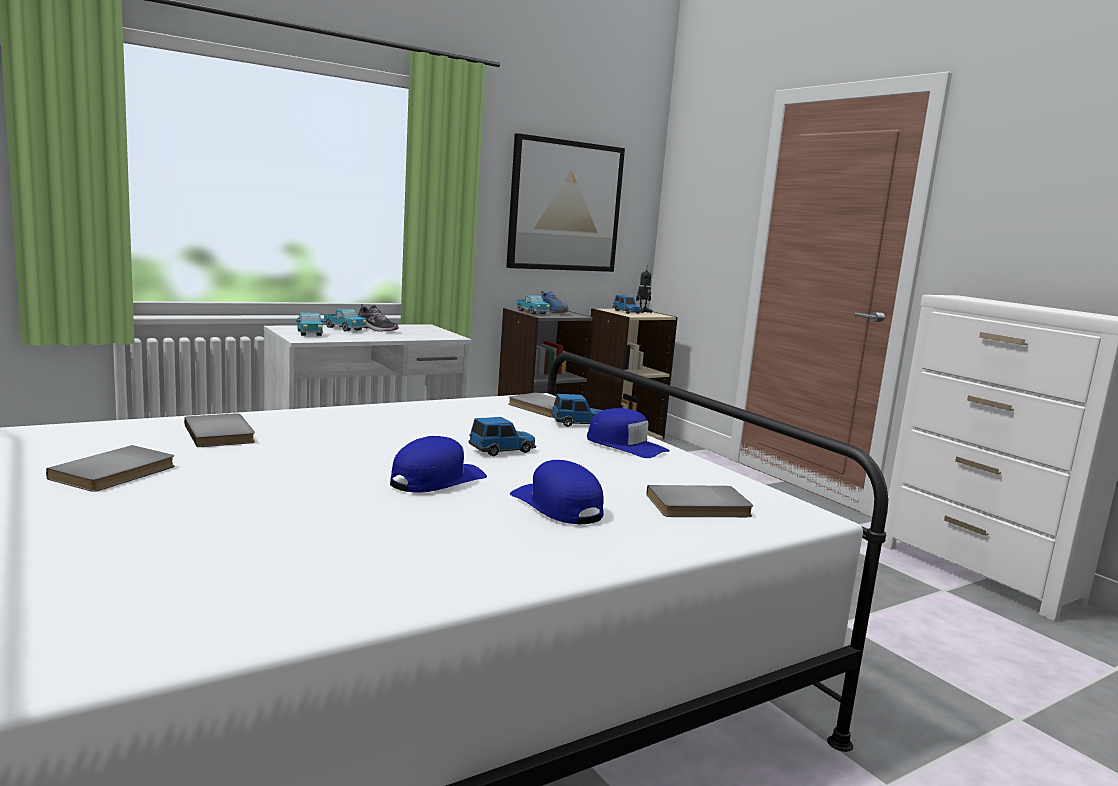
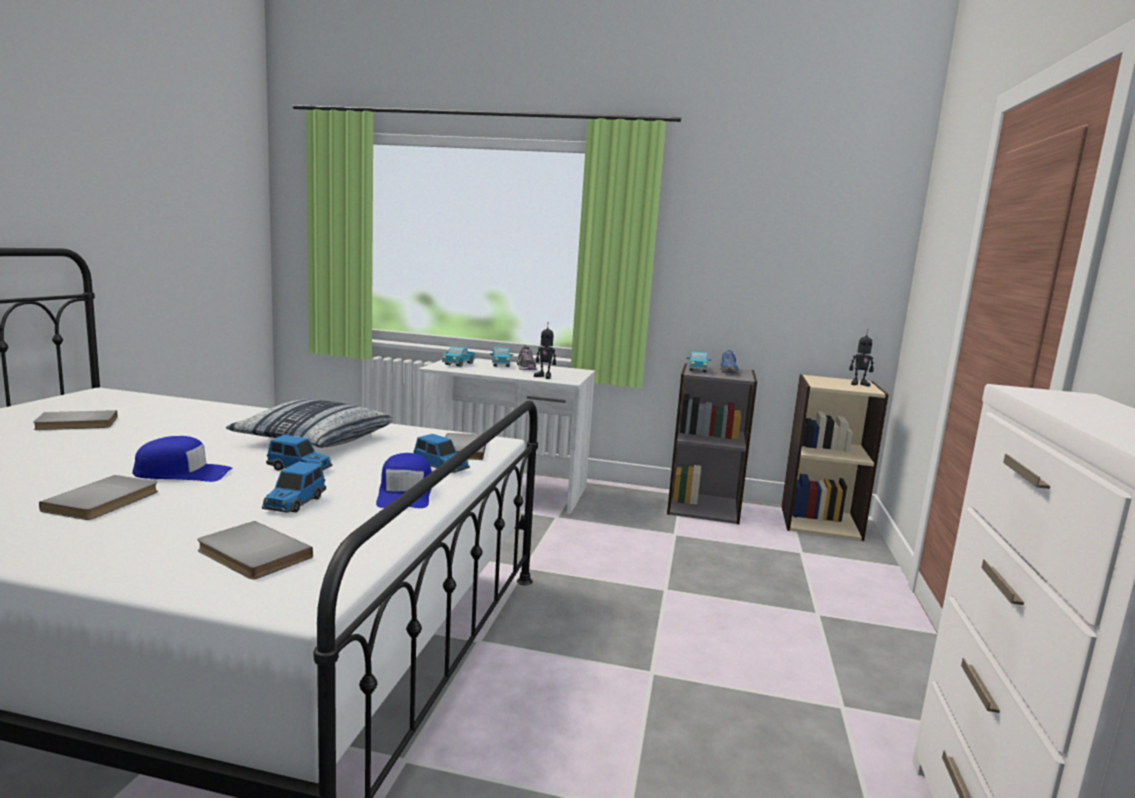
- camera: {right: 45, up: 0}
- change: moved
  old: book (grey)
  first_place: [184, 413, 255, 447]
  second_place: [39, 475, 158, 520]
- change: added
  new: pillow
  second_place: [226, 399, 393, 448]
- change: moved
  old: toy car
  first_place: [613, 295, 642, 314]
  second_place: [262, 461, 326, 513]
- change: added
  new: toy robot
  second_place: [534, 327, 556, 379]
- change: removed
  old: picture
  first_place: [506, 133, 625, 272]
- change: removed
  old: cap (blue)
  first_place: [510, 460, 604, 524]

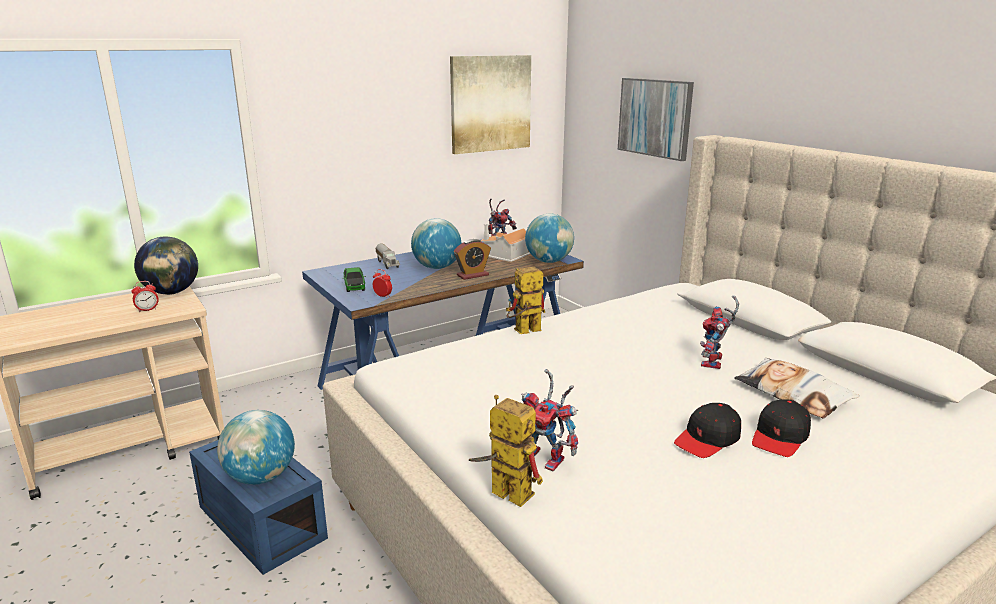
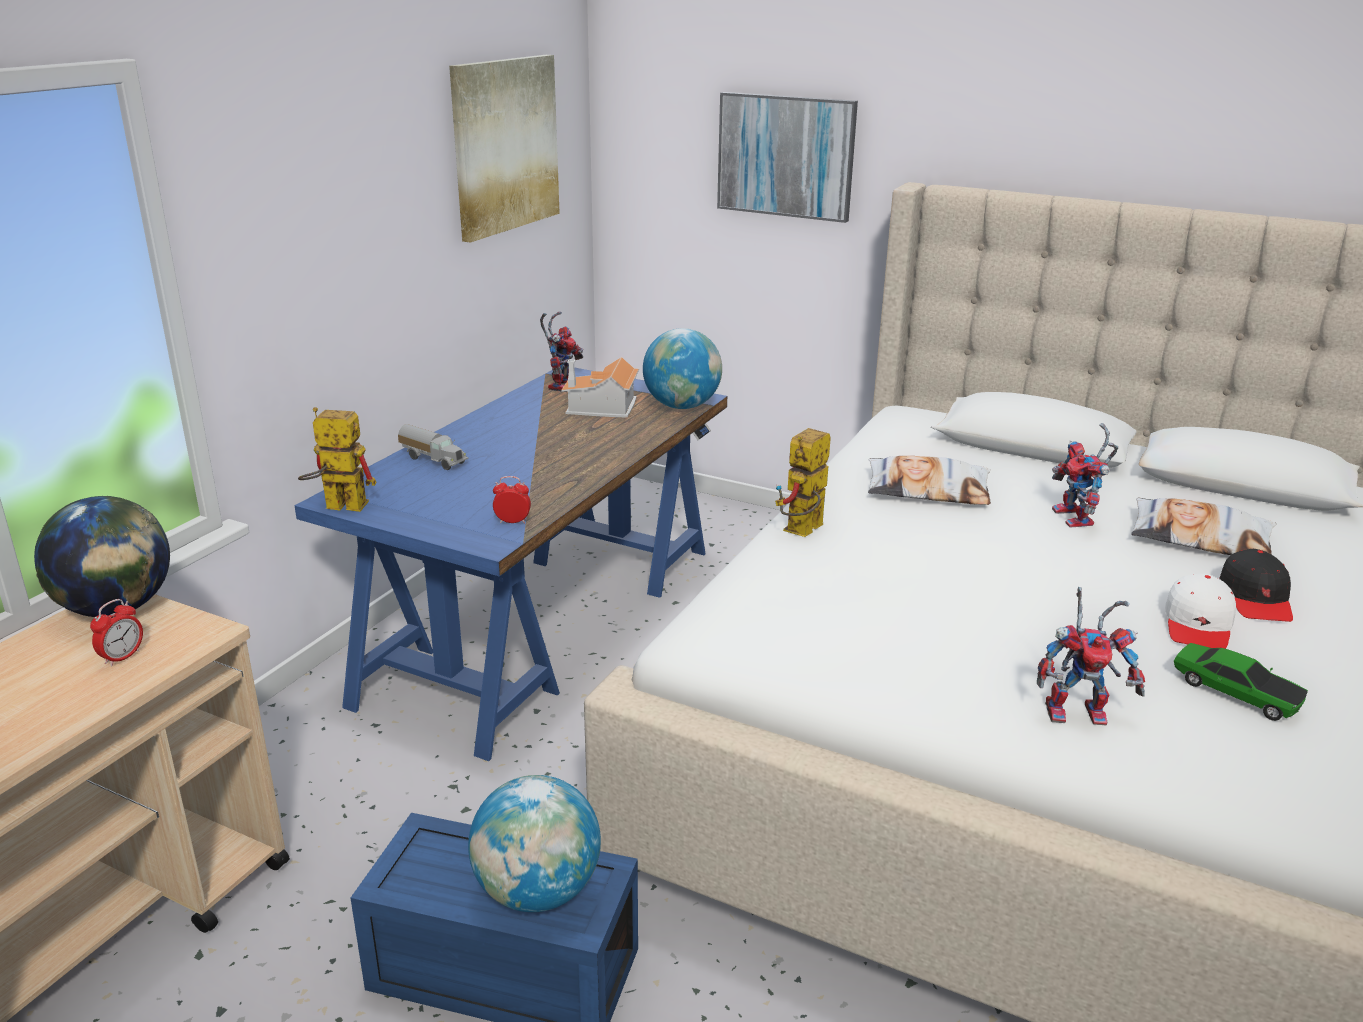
- camera: {right: -30, up: 5}
- change: moved
  old: toy robot
  first_place: [469, 395, 543, 507]
  second_place: [298, 407, 377, 512]
- change: added
  new: pillow
  second_place: [868, 456, 991, 505]
- change: recoloured
  old: cap (black)
  new: cap (white)
  first_place: [674, 403, 741, 458]
  second_place: [1165, 573, 1236, 649]
- change: moved
  old: toy car
  first_place: [343, 267, 366, 292]
  second_place: [1174, 643, 1308, 721]
- change: removed
  old: globe
  first_place: [411, 218, 461, 269]
- change: removed
  old: alarm clock
  first_place: [454, 239, 491, 280]

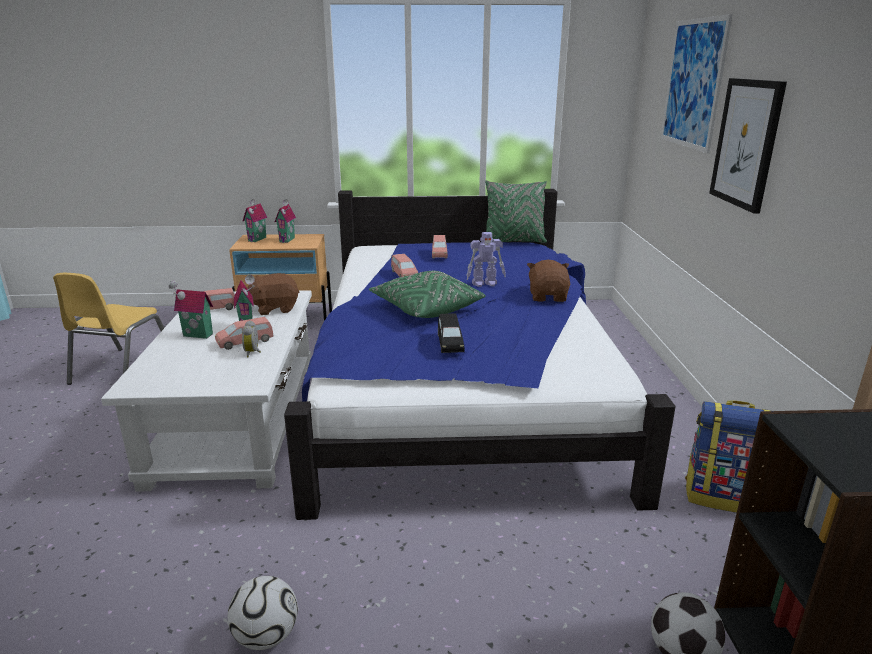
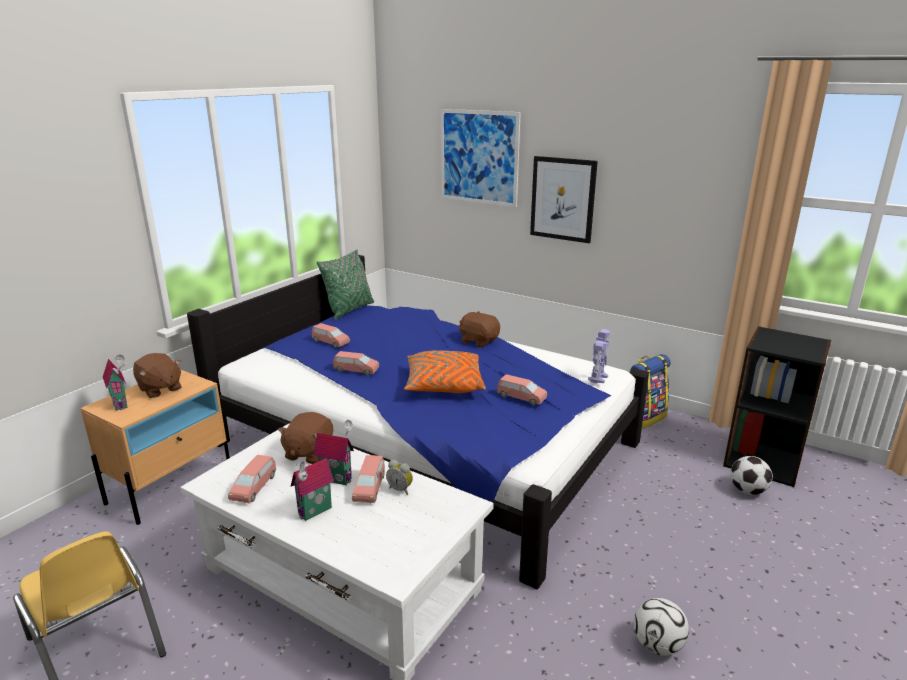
- camera: {right: -55, up: 0}
- change: replaced
  old: toy house
  new: plush toy (brown)
  first_place: [275, 199, 296, 243]
  second_place: [133, 353, 182, 398]
- change: recoloured
  old: pillow (green)
  new: pillow (orange)
  first_place: [369, 271, 486, 318]
  second_place: [404, 351, 486, 393]
- change: recoloured
  old: toy car (black)
  new: toy car (pink)
  first_place: [438, 313, 465, 353]
  second_place: [497, 374, 547, 405]
- change: moved
  old: toy robot
  first_place: [467, 232, 506, 287]
  second_place: [588, 329, 610, 384]

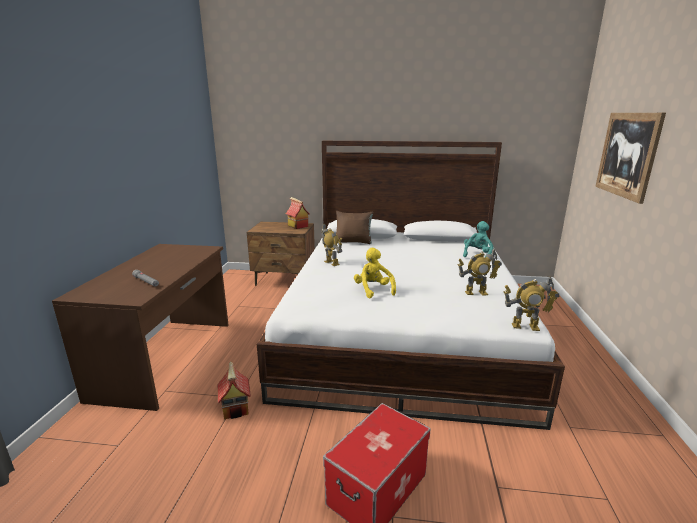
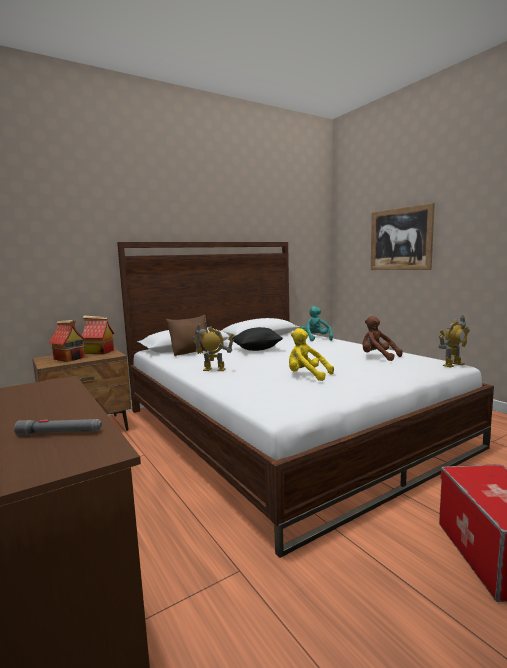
- camera: {right: -40, up: -10}
- change: moved
  old: toy house
  first_place: [217, 361, 251, 419]
  second_place: [48, 320, 85, 362]
- change: added
  new: pillow (black)
  second_place: [231, 327, 283, 351]
- change: replaced
  old: toy robot
  new: plush toy (brown)
  first_place: [457, 248, 502, 295]
  second_place: [362, 316, 402, 361]

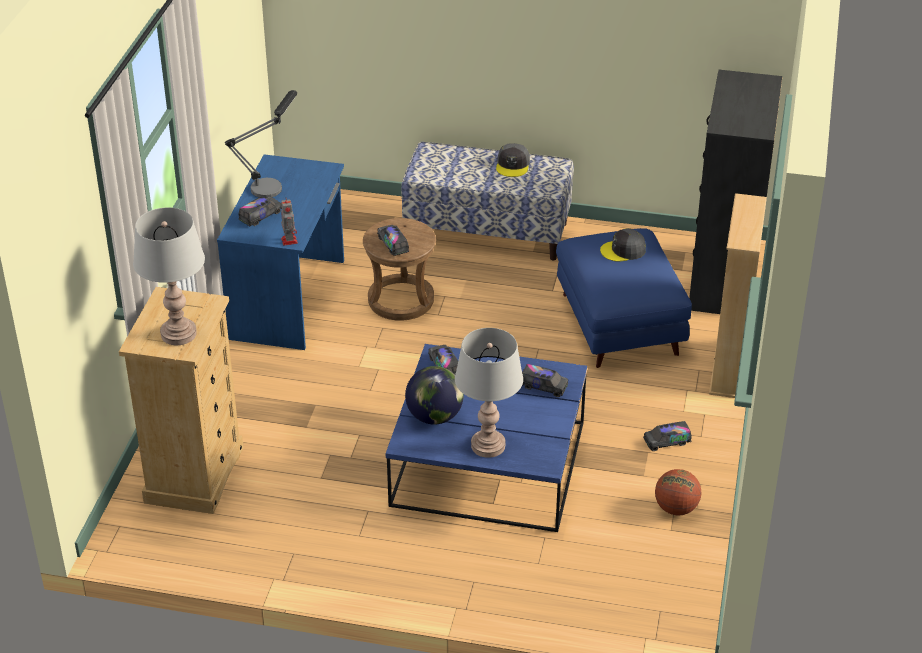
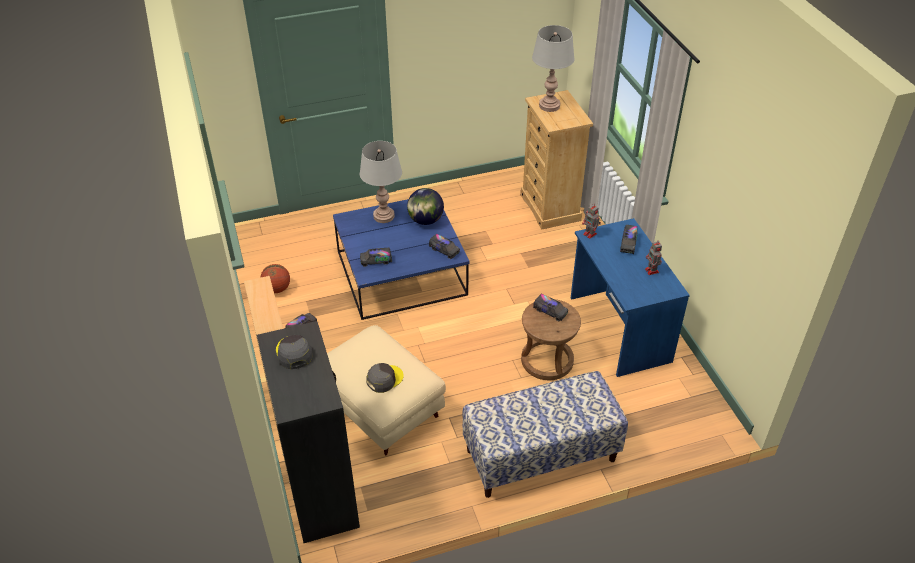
- camera: {right: 150, up: 5}
- change: moved
  old: cap (grey)
  first_place: [496, 143, 530, 177]
  second_place: [276, 335, 313, 369]
- change: recoloured
  old: ottoman (blue)
  new: ottoman (beige)
  first_place: [556, 228, 692, 368]
  second_place: [327, 325, 446, 456]
- change: replaced
  old: table lamp
  new: toy robot
  first_place: [225, 90, 297, 198]
  second_place: [645, 241, 662, 275]

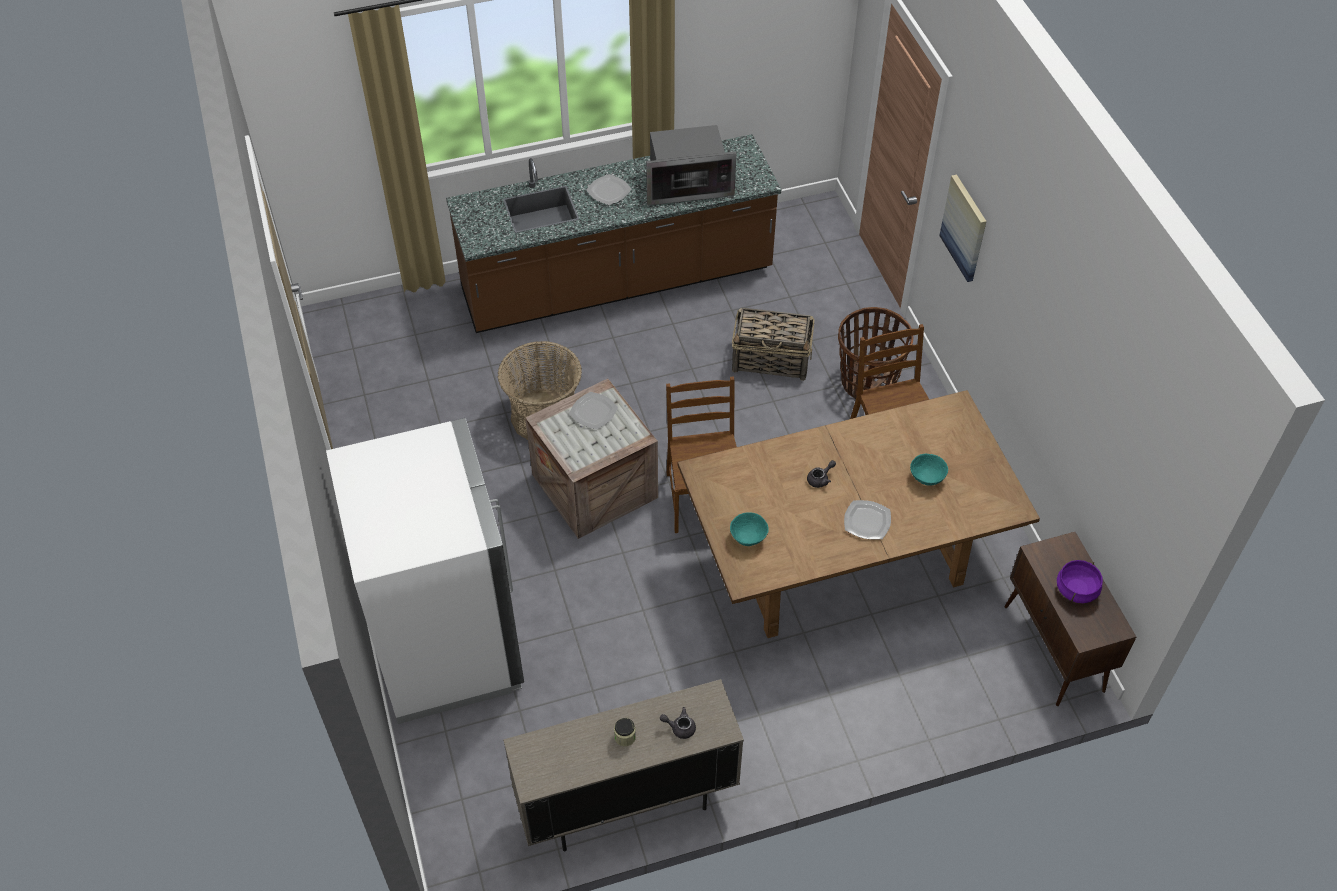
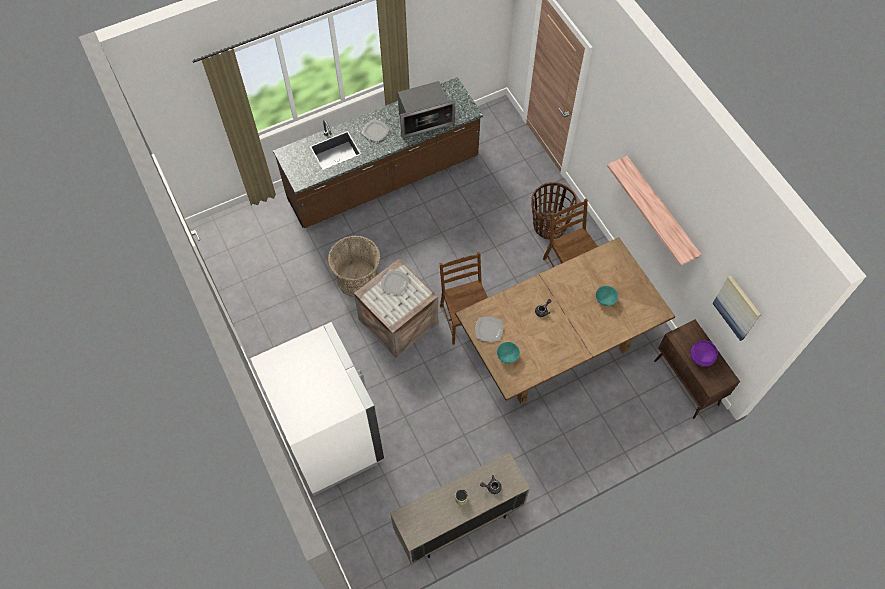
- camera: {right: -10, up: 10}
- change: moved
  old: plate
  first_place: [844, 500, 891, 539]
  second_place: [475, 316, 503, 342]
- change: added
  new: shelf
  second_place: [607, 156, 702, 266]
- change: moved
  old: picture
  first_place: [939, 174, 987, 282]
  second_place: [713, 276, 761, 341]
- change: removed
  old: basket
  first_place: [732, 308, 815, 381]

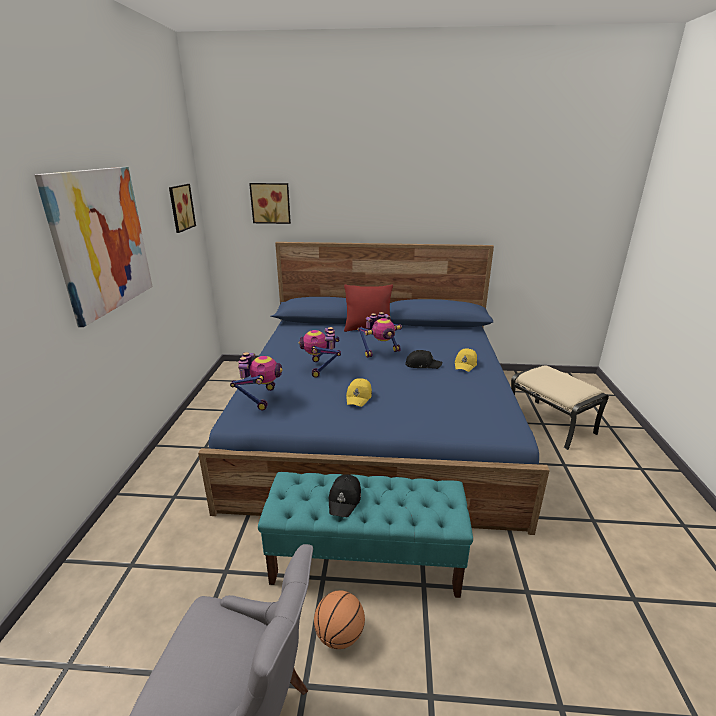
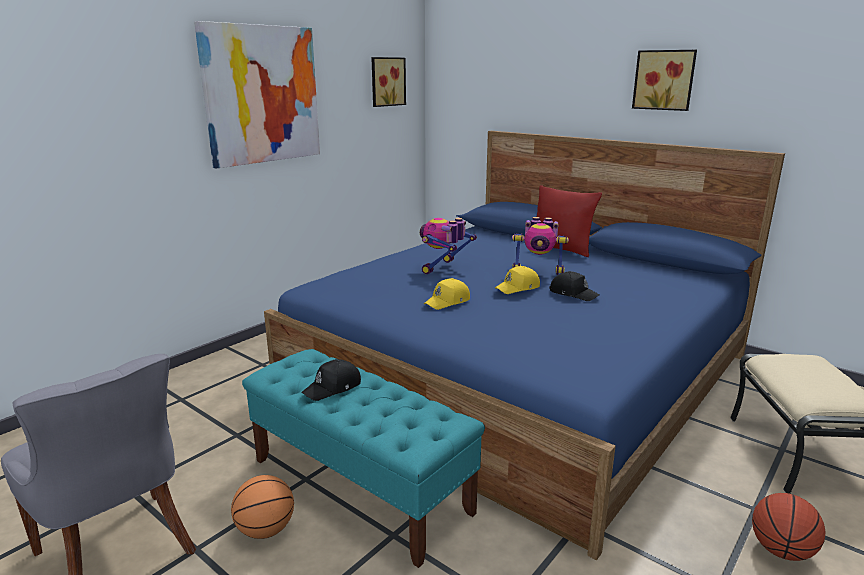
- camera: {right: 35, up: -5}
- change: moved
  old: cap (yellow)
  first_place: [455, 349, 477, 372]
  second_place: [495, 266, 540, 294]
- change: moved
  old: picture
  first_place: [249, 183, 291, 224]
  second_place: [632, 50, 697, 111]
- change: added
  new: basketball
  second_place: [752, 493, 826, 561]
- change: removed
  old: toy robot
  first_place: [230, 352, 282, 410]

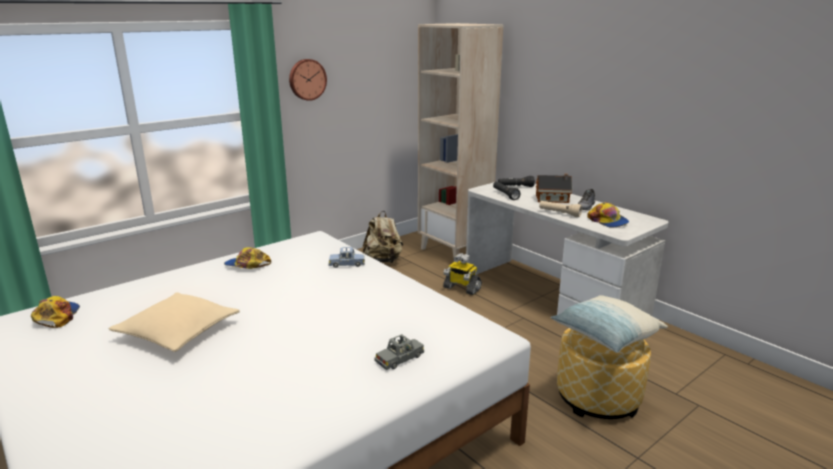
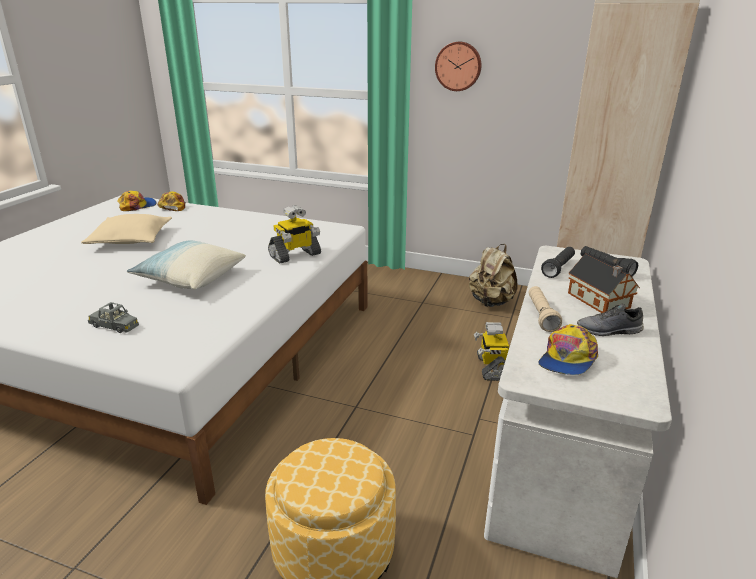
- camera: {right: 60, up: 5}
- change: moved
  old: pillow
  first_place: [551, 295, 668, 353]
  second_place: [127, 241, 246, 290]
- change: moved
  old: cap
  first_place: [224, 247, 271, 269]
  second_place: [158, 191, 186, 211]
- change: replaced
  old: toy car (blue)
  new: toy robot
  first_place: [328, 247, 365, 268]
  second_place: [268, 205, 321, 263]

